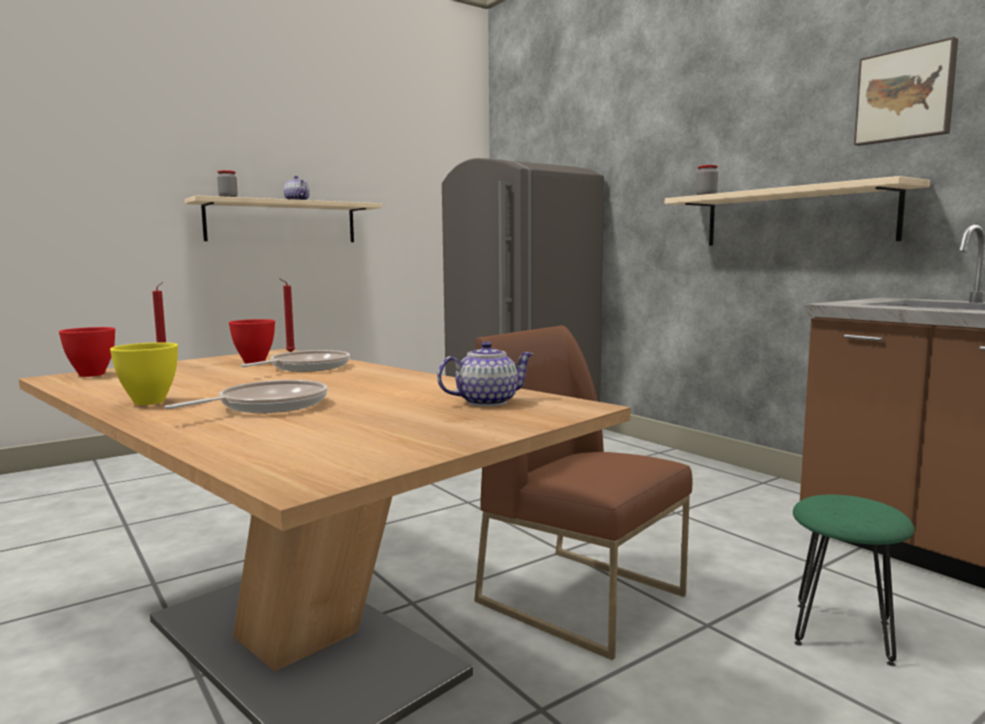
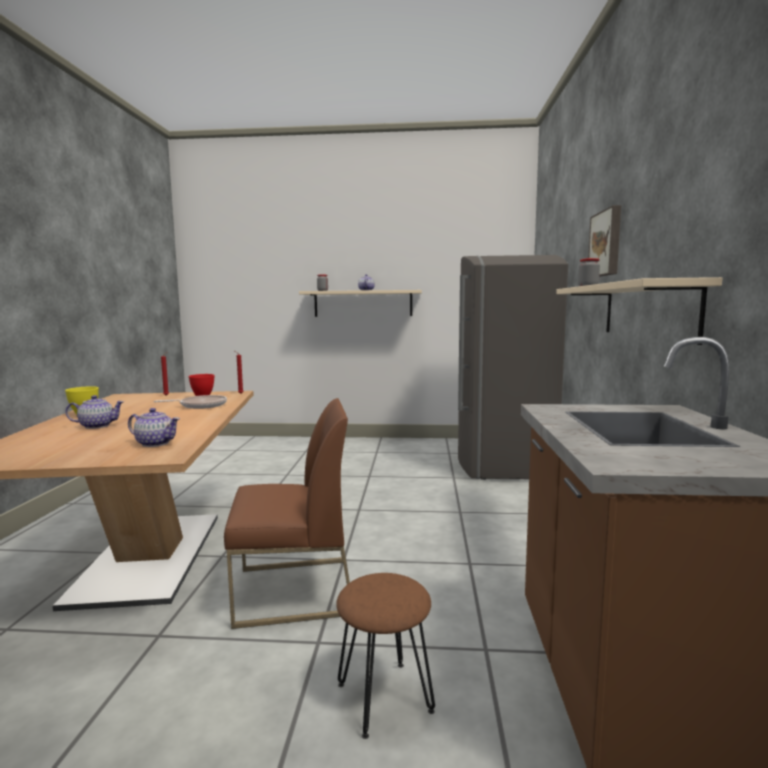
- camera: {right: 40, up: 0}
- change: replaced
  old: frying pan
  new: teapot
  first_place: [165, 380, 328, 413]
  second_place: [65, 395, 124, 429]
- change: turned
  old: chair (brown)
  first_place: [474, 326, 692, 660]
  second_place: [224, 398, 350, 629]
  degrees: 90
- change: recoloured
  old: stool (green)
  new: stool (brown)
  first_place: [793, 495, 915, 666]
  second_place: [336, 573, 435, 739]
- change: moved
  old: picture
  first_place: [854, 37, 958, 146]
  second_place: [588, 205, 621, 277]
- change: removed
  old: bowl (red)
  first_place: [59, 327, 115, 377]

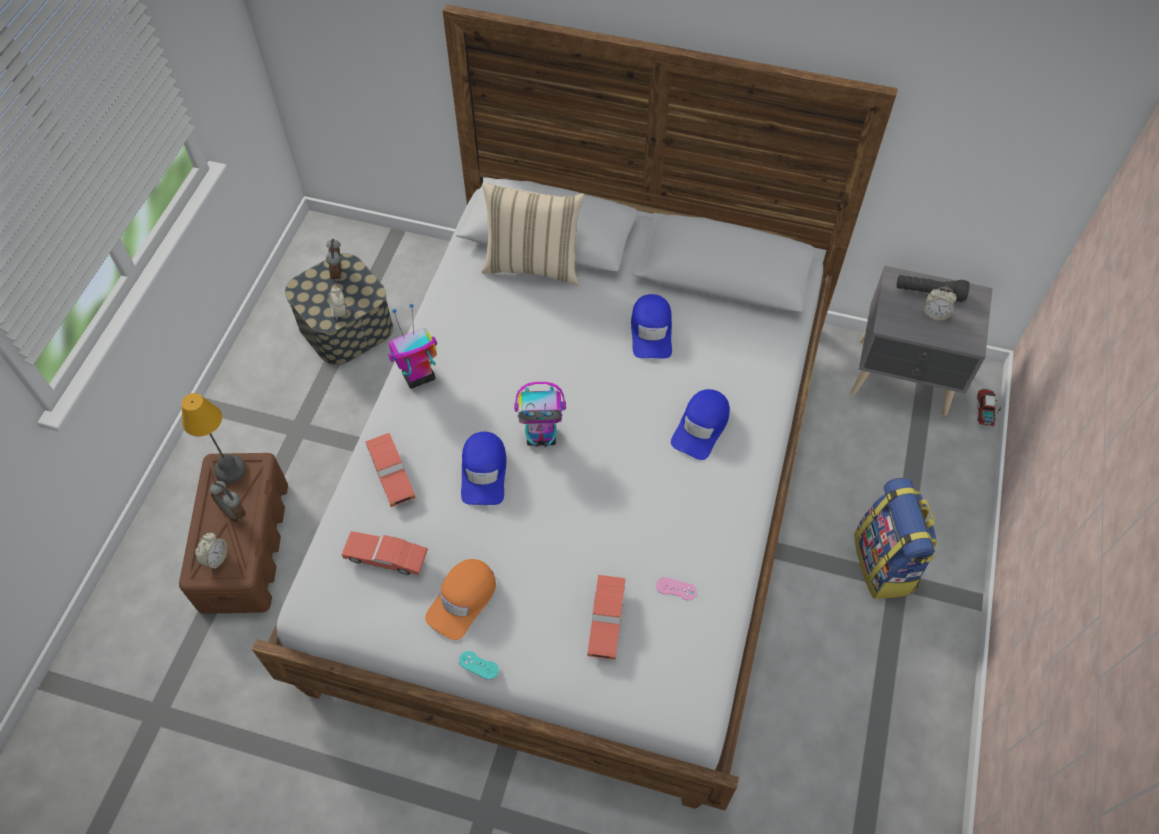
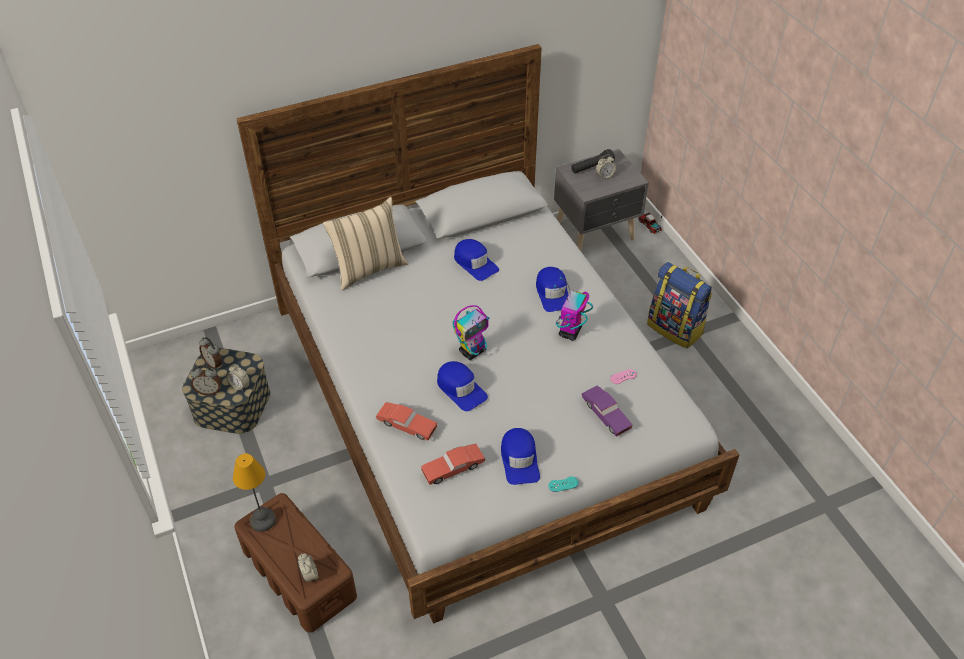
- camera: {right: -40, up: -10}
- change: moved
  old: alarm clock
  first_place: [210, 481, 246, 522]
  second_place: [191, 365, 221, 395]
- change: recoloured
  old: cap (orange)
  new: cap (blue)
  first_place: [425, 559, 496, 640]
  second_place: [501, 428, 540, 485]
- change: moved
  old: toy robot
  first_place: [389, 304, 437, 389]
  second_place: [554, 277, 593, 340]
- change: recoloured
  old: toy car (red)
  new: toy car (purple)
  first_place: [588, 575, 626, 660]
  second_place: [582, 385, 633, 437]

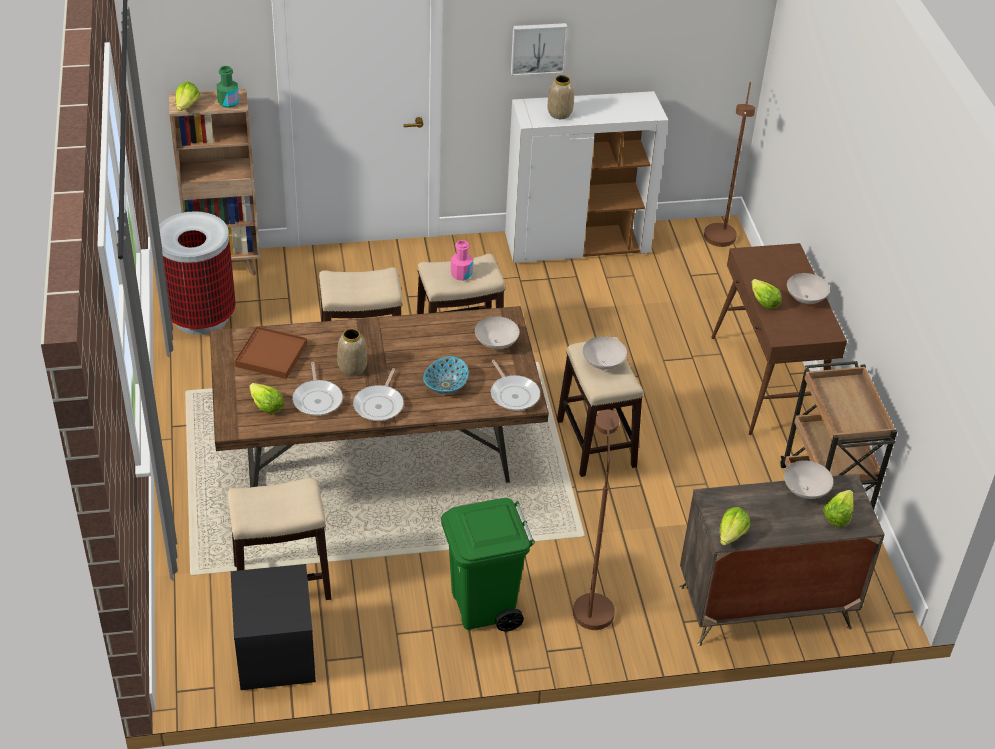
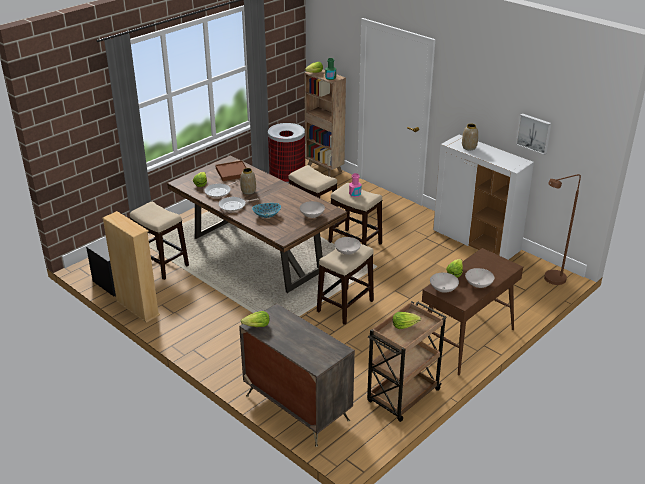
- camera: {right: 55, up: -10}
- change: added
  new: bookcase (beige)
  second_place: [102, 211, 160, 323]
- change: moved
  old: lettuce
  first_place: [823, 490, 853, 527]
  second_place: [393, 312, 421, 329]
- change: moved
  old: bowl (white)
  first_place: [784, 460, 833, 499]
  second_place: [430, 273, 459, 293]
- change: moved
  old: picture
  first_place: [511, 23, 567, 76]
  second_place: [516, 113, 552, 155]
- change: removed
  old: trash can (green)
  first_place: [441, 498, 535, 631]
- change: removed
  old: frying pan
  first_place: [491, 360, 540, 411]
- change: removed
  old: floor lamp (brown)
  first_place: [573, 409, 620, 630]

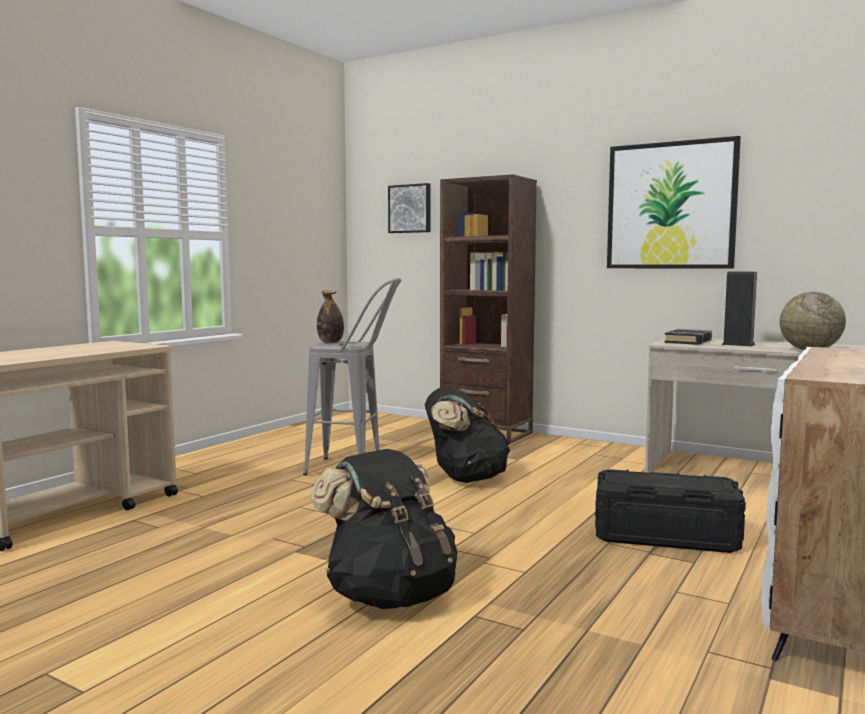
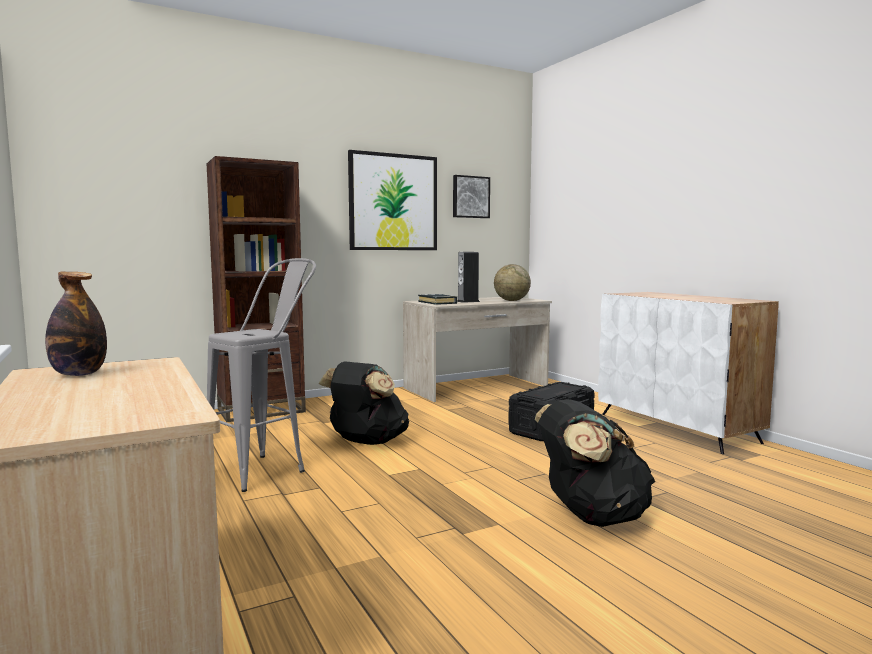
- camera: {right: -60, up: 0}
- change: moved
  old: bottle
  first_place: [317, 290, 344, 343]
  second_place: [45, 272, 107, 376]
- change: moved
  old: picture
  first_place: [388, 183, 431, 233]
  second_place: [453, 175, 490, 218]

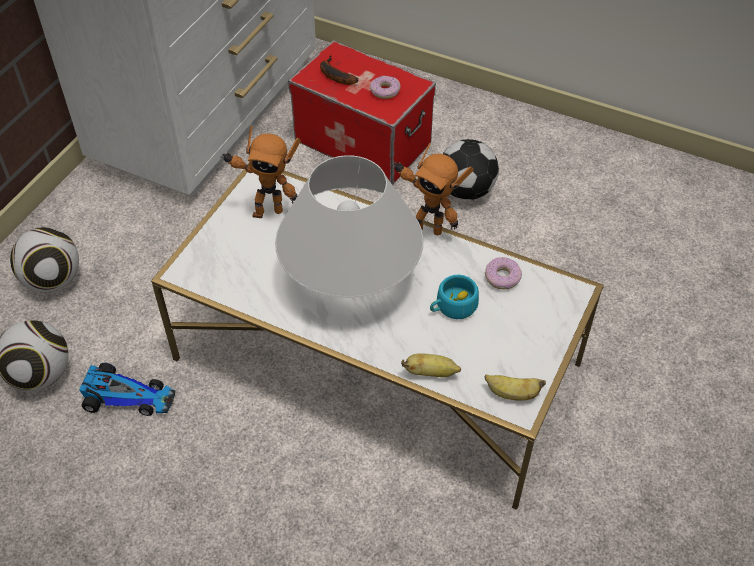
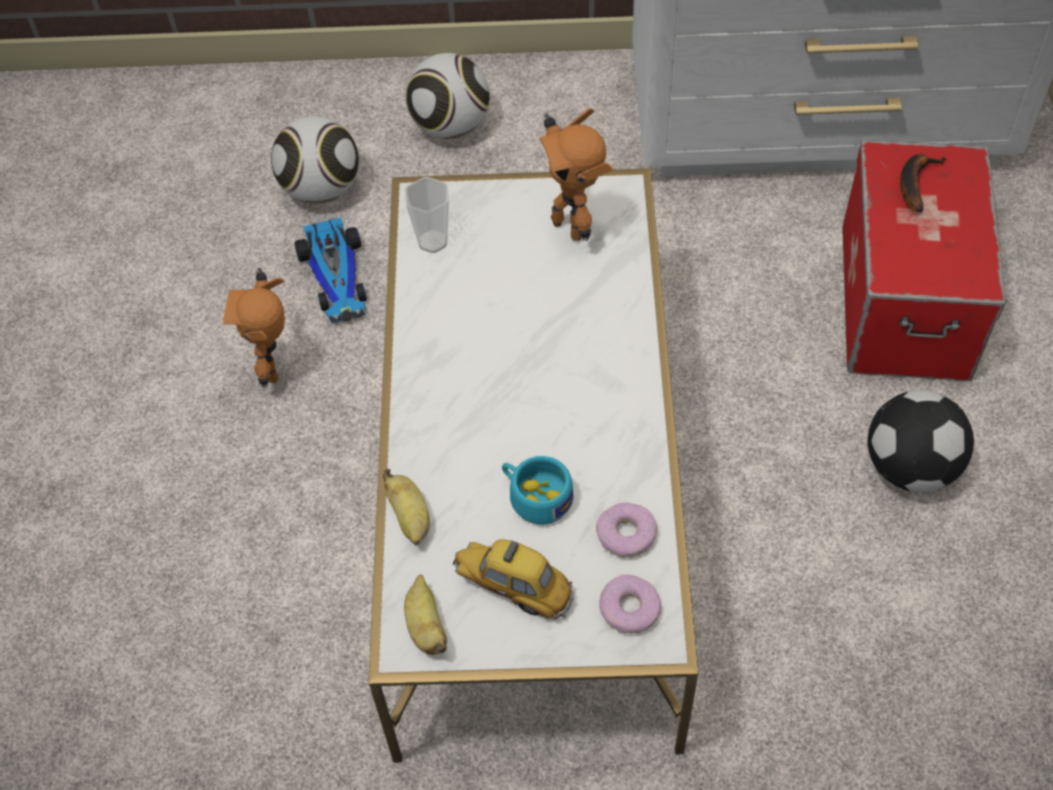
- camera: {right: 65, up: 5}
- change: moved
  old: toy robot
  first_place: [392, 142, 474, 236]
  second_place: [223, 268, 285, 388]
- change: added
  new: cup
  second_place: [405, 177, 449, 253]
- change: added
  new: toy car
  second_place: [453, 539, 574, 620]
- change: moved
  old: donut
  first_place: [370, 76, 401, 99]
  second_place: [600, 575, 661, 634]
- change: removed
  old: table lamp (white)
  first_place: [275, 155, 424, 298]

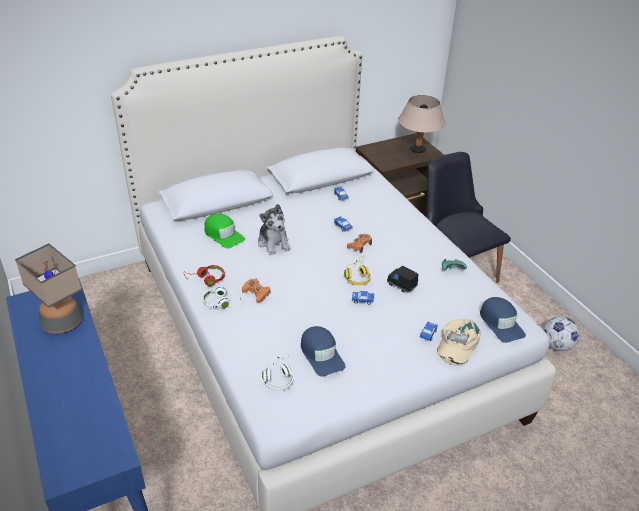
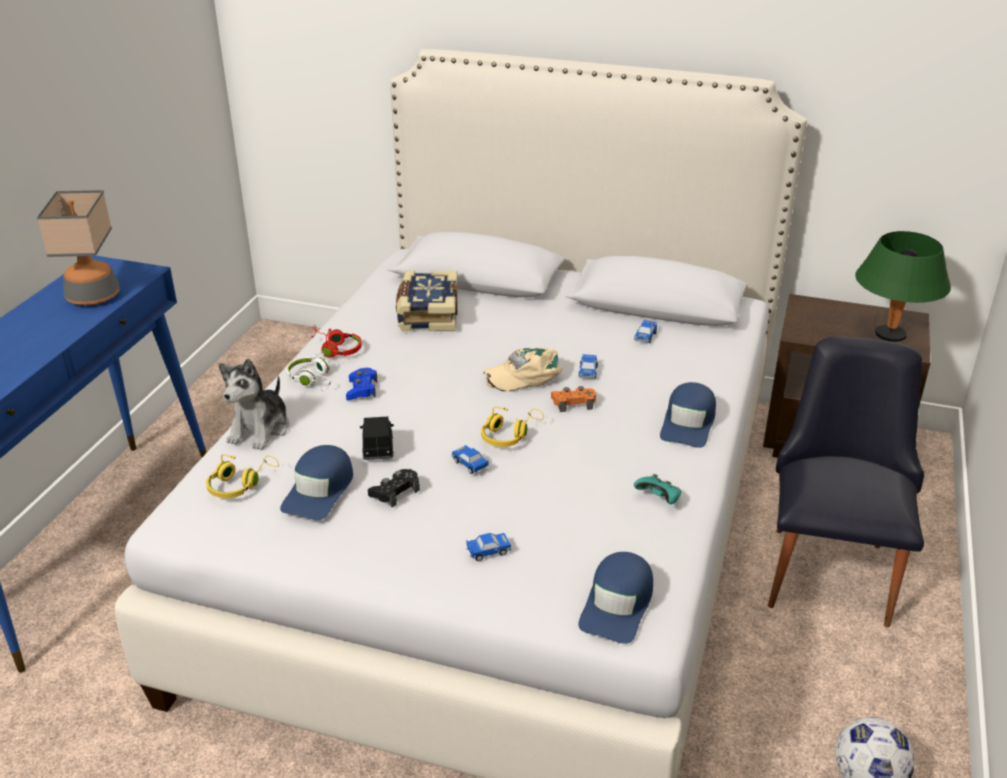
- camera: {right: 45, up: -5}
- change: recoloured
  old: headphones (white)
  new: headphones (yellow)
  first_place: [262, 352, 294, 391]
  second_place: [206, 454, 279, 498]
- change: moved
  old: plush toy
  first_place: [258, 204, 291, 255]
  second_place: [219, 358, 289, 450]
- change: recoloured
  old: game controller (orange)
  new: game controller (blue)
  first_place: [242, 279, 270, 303]
  second_place: [346, 368, 377, 401]
- change: moved
  old: toy car (black)
  first_place: [387, 266, 418, 293]
  second_place: [360, 417, 394, 460]
- change: added
  new: game controller (black)
  second_place: [368, 469, 420, 507]
- change: replaced
  old: cap (green)
  new: book
  first_place: [204, 214, 245, 249]
  second_place: [396, 271, 458, 332]
- change: moved
  old: cap (beige)
  first_place: [437, 319, 481, 366]
  second_place: [483, 348, 563, 391]
- change: added
  new: cap (blue)
  second_place: [660, 382, 716, 448]
- change: recoloured
  old: table lamp (beige)
  new: table lamp (green)
  first_place: [398, 95, 445, 153]
  second_place: [855, 231, 951, 342]

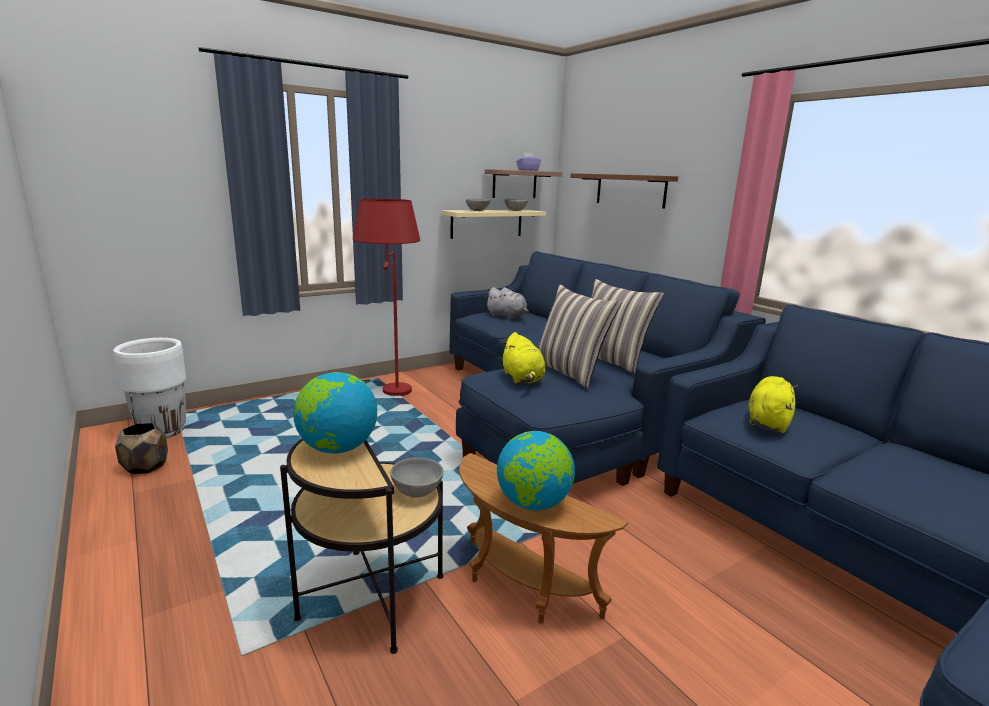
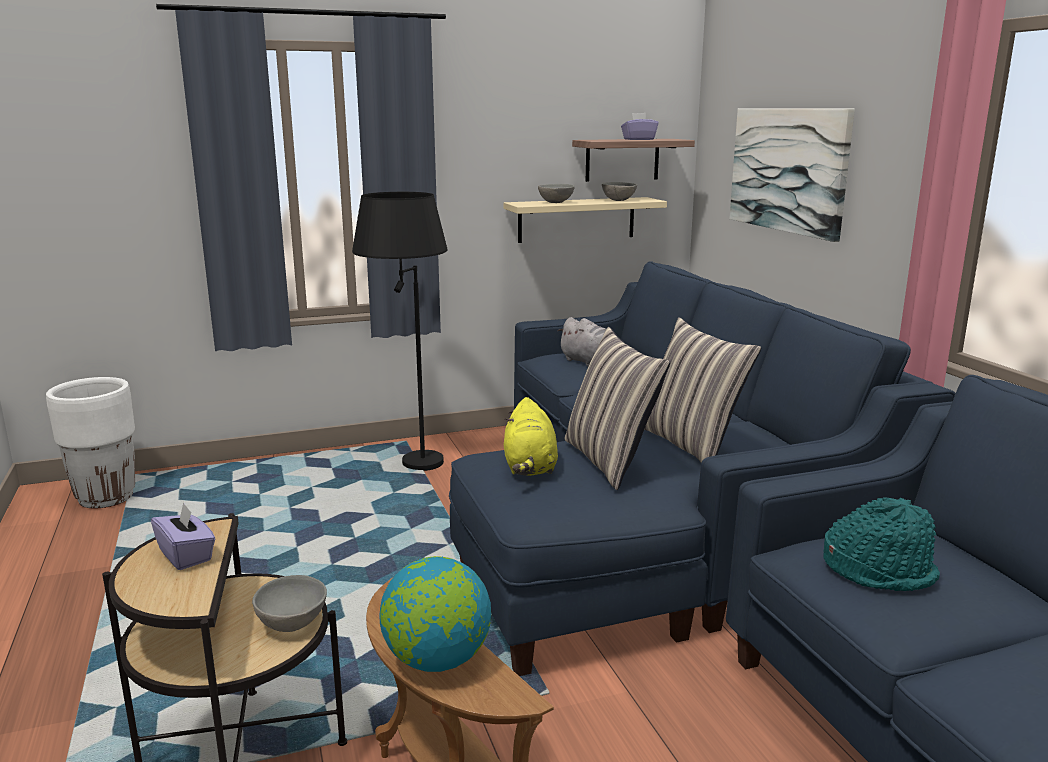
- camera: {right: 15, up: 0}
- change: replaced
  old: globe
  new: tissue box (purple)
  first_place: [293, 372, 377, 454]
  second_place: [151, 502, 215, 570]
- change: recoloured
  old: floor lamp (red)
  new: floor lamp (black)
  first_place: [353, 199, 420, 396]
  second_place: [352, 192, 447, 471]
- change: replaced
  old: shelf (brown)
  new: picture
  first_place: [570, 173, 678, 209]
  second_place: [729, 108, 855, 242]
- change: replaced
  old: plush toy (yellow)
  new: hat (turquoise)
  first_place: [748, 376, 799, 433]
  second_place: [823, 497, 940, 591]
- change: removed
  old: planter (brown)
  first_place: [115, 423, 168, 474]

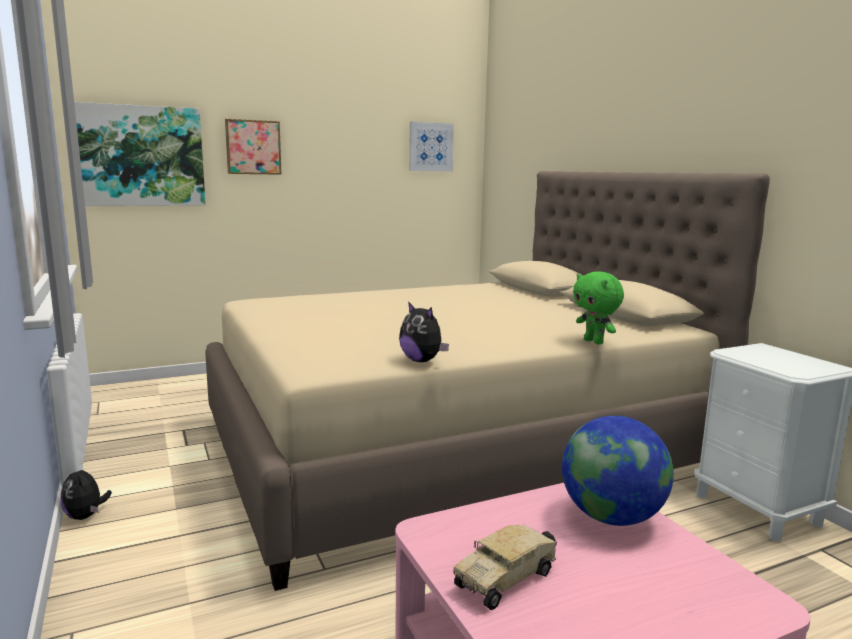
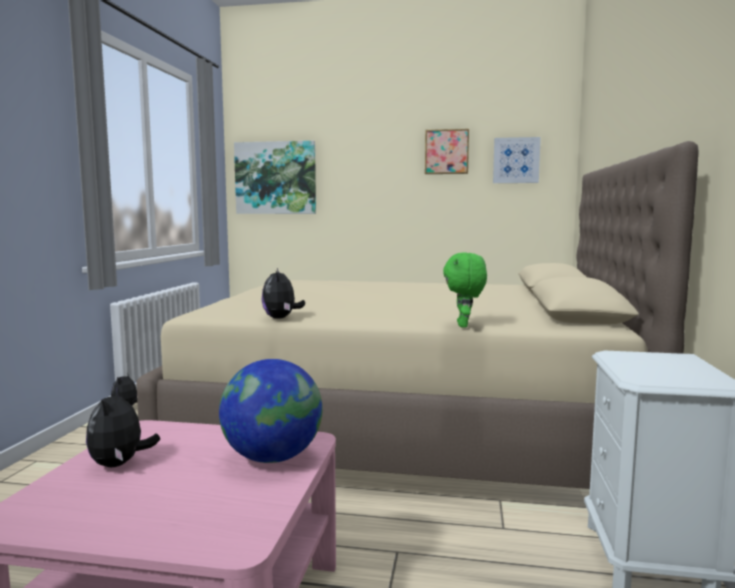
- camera: {right: 35, up: -5}
- change: replaced
  old: toy truck
  new: plush toy
  first_place: [453, 524, 557, 610]
  second_place: [86, 385, 160, 467]
- change: moved
  old: picture
  first_place: [225, 119, 282, 175]
  second_place: [425, 129, 469, 174]

